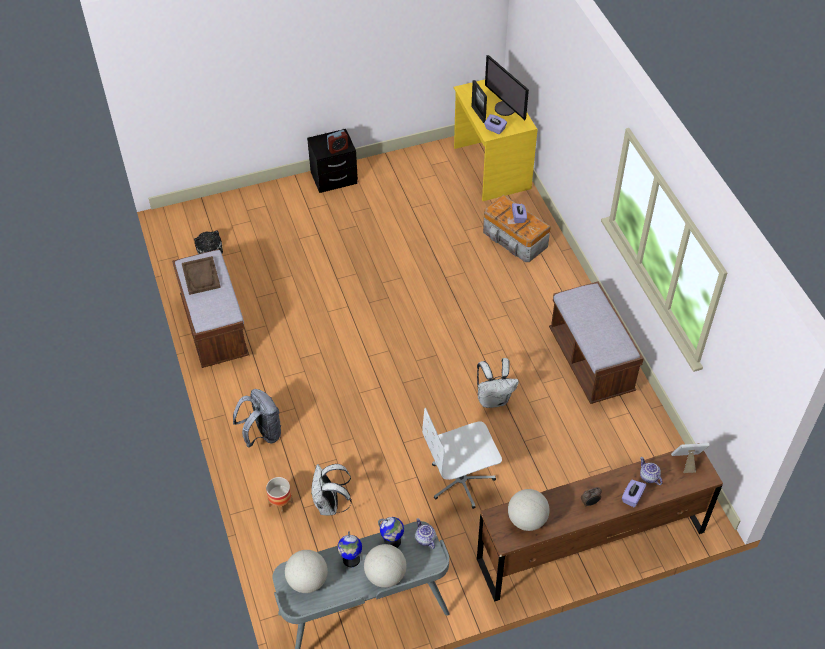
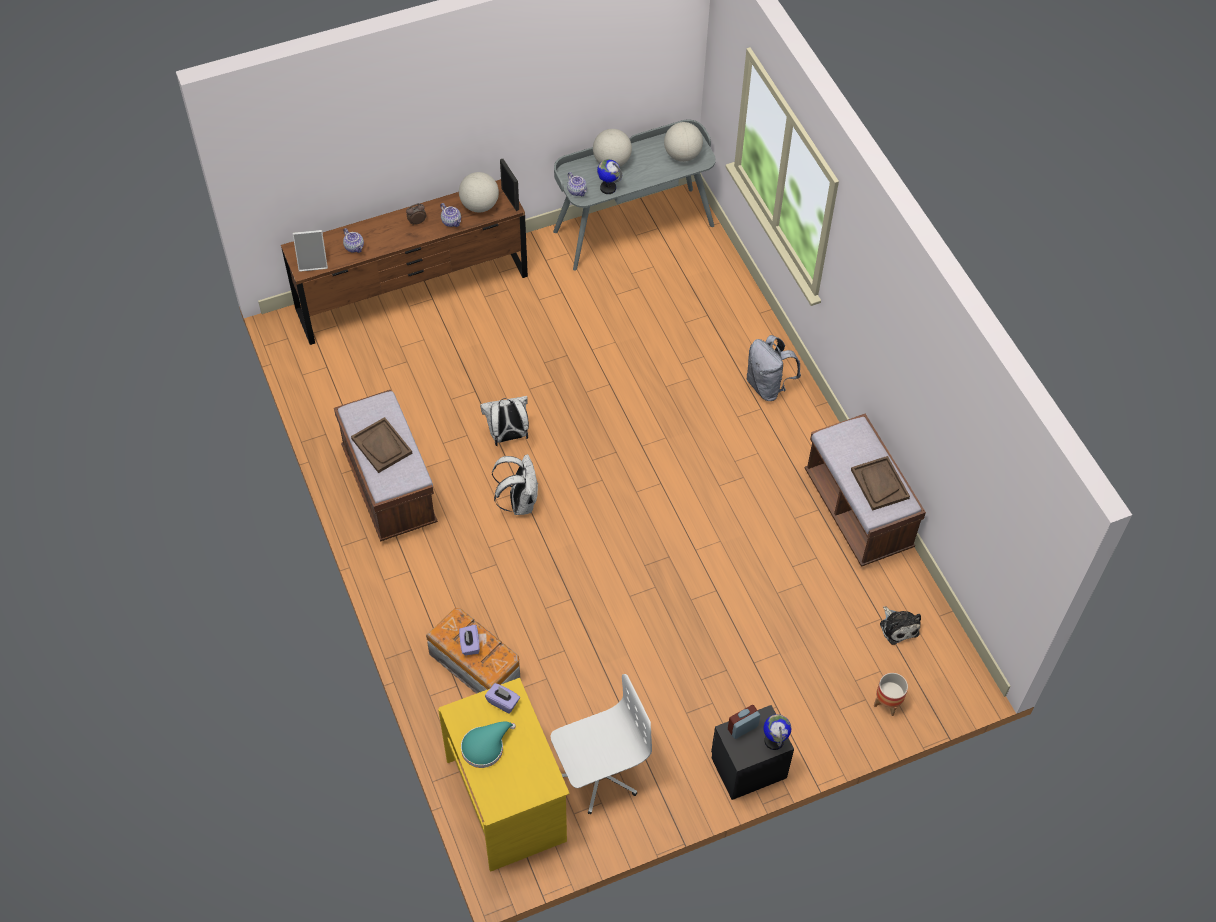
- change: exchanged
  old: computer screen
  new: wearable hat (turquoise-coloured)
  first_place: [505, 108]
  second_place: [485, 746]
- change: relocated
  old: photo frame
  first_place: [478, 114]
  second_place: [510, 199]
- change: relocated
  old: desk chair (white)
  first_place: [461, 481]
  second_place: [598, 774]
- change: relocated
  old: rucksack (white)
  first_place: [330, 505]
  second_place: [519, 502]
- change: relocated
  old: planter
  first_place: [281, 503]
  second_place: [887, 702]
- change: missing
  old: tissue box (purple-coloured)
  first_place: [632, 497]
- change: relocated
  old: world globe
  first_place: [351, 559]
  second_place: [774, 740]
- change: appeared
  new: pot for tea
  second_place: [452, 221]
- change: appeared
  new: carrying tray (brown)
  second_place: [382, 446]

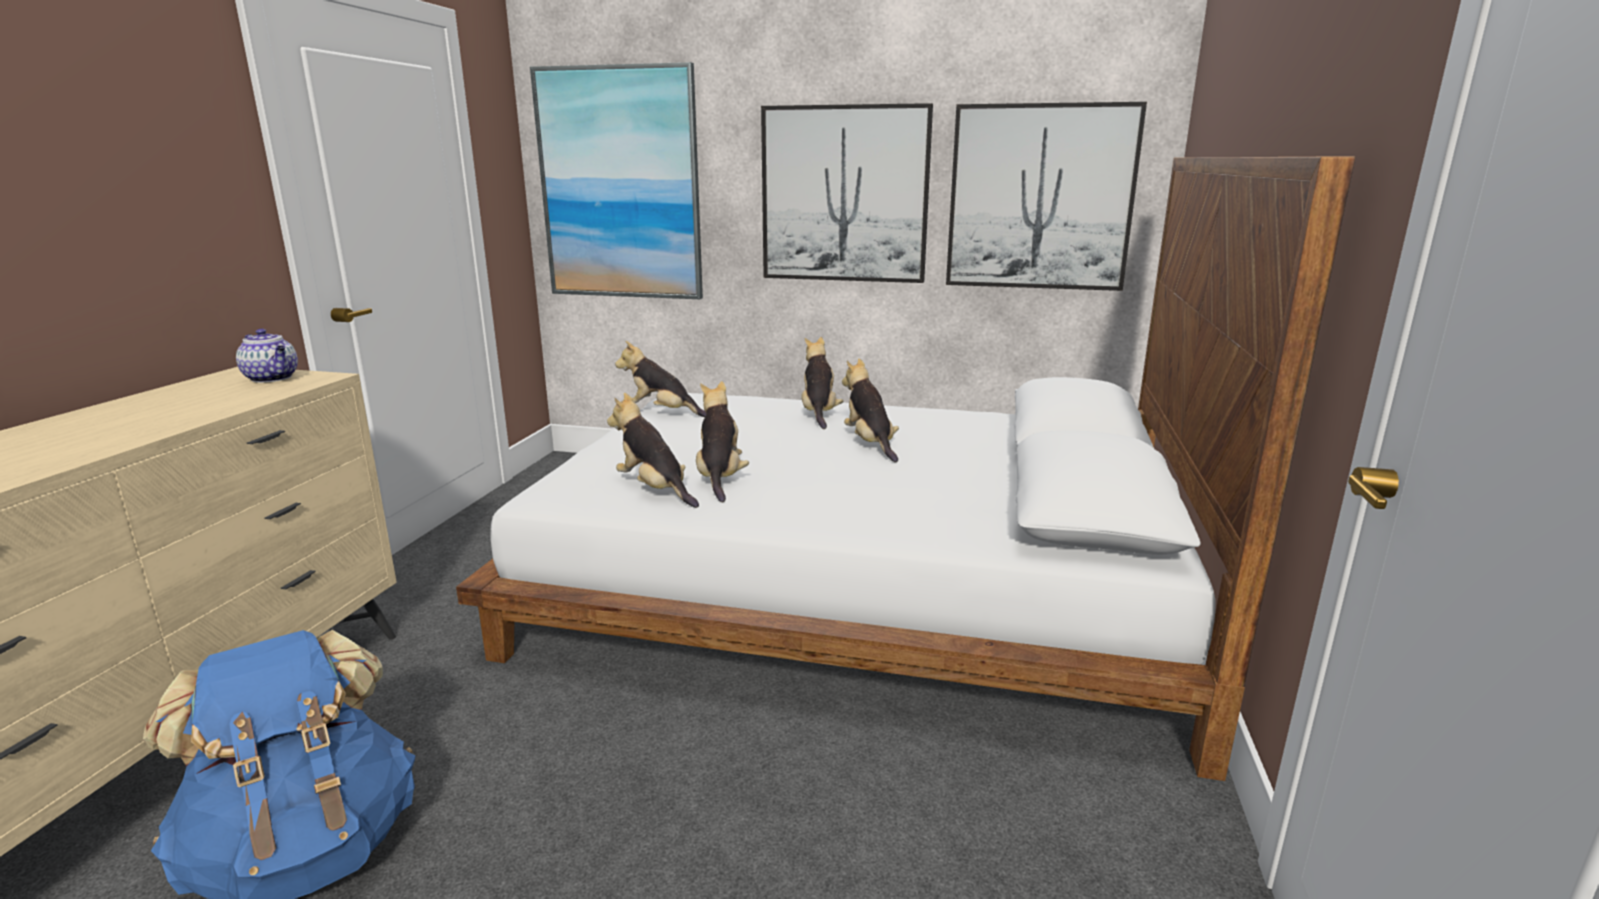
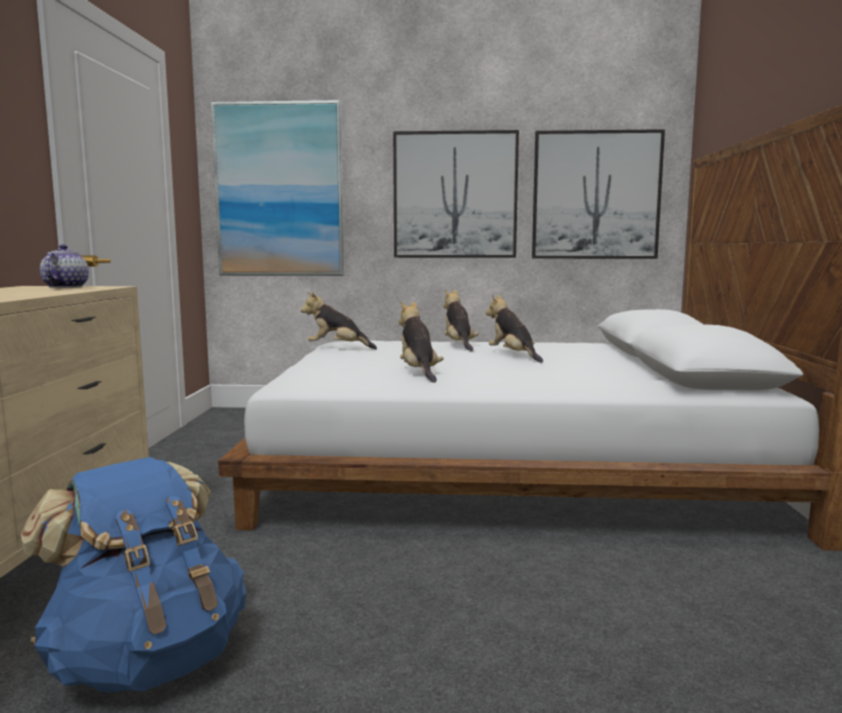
- change: spun
  old: pot for tea
  first_place: [272, 378]
  second_place: [66, 287]
  degrees: -120
- change: missing
  old: plush toy
  first_place: [654, 490]

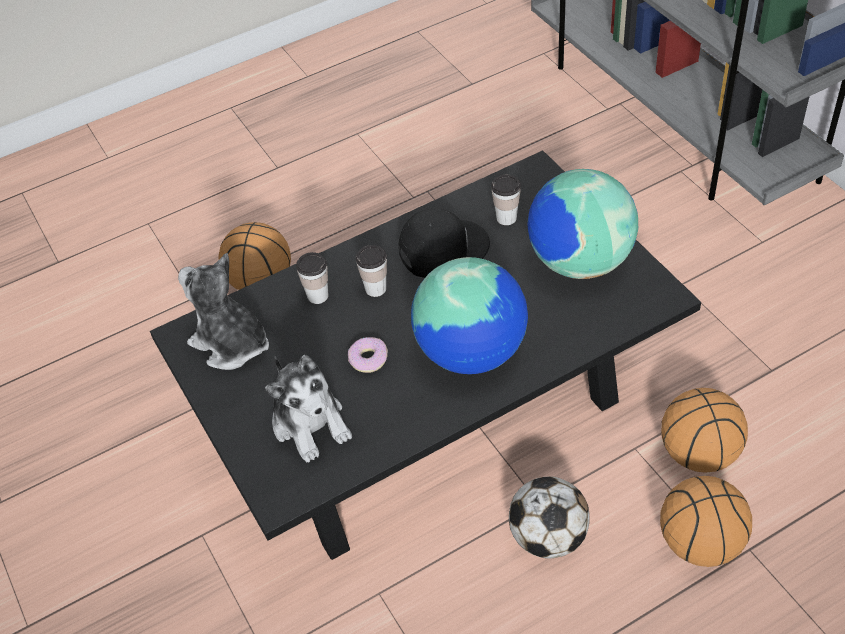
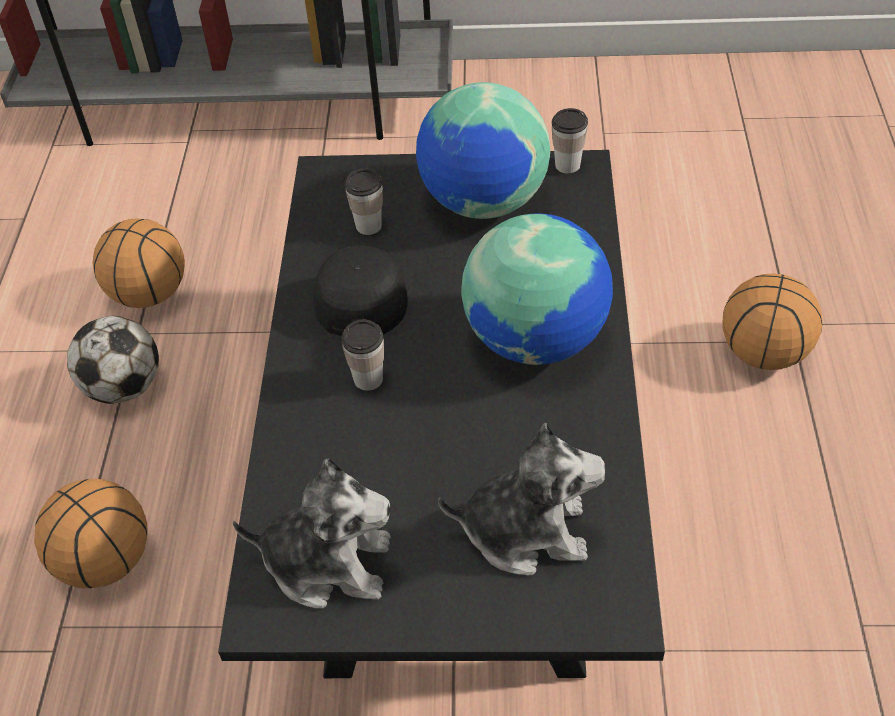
- change: relocated
  old: small cup
  first_place: [318, 296]
  second_place: [567, 165]
- change: spun
  old: plush toy
  first_place: [231, 344]
  second_place: [328, 563]
  degrees: -150
- change: missing
  old: doughnut
  first_place: [368, 359]
- change: relocated
  old: basketball ball
  first_place: [699, 452]
  second_place: [149, 293]
- change: relocated
  old: football ball
  first_place: [548, 537]
  second_place: [124, 387]

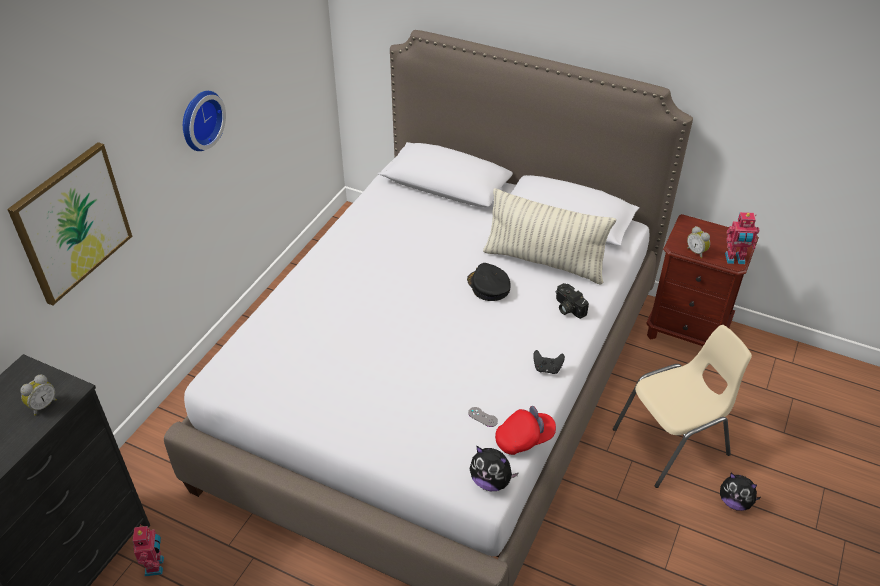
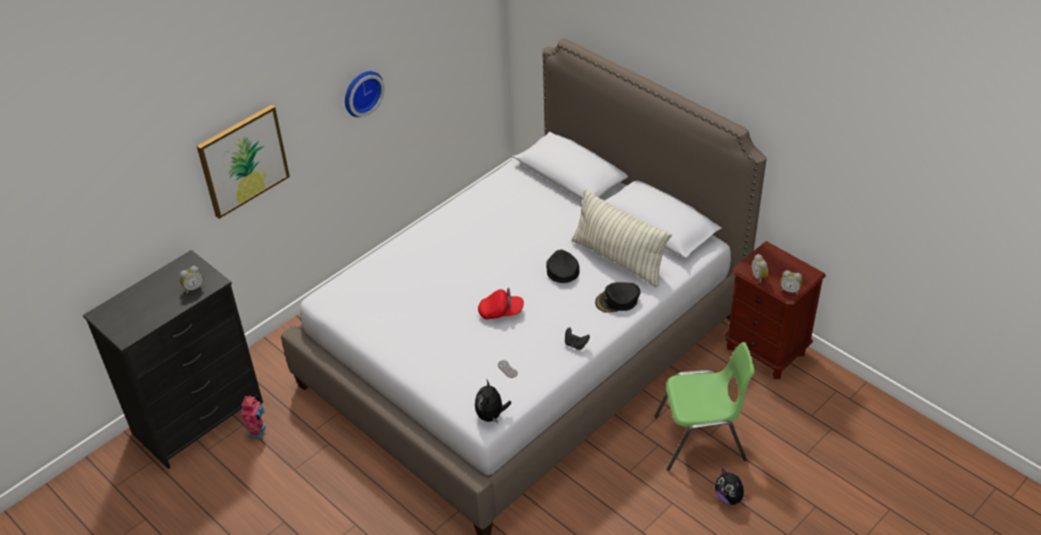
- change: exchanged
  old: model robot
  new: alarm clock
  first_place: [735, 259]
  second_place: [790, 290]
- change: exchanged
  old: photo camera
  new: peaked cap (black-coloured)
  first_place: [567, 308]
  second_place: [617, 301]
- change: colour
  old: upright chair (beige-coloured)
  new: upright chair (green)
  first_place: [673, 443]
  second_place: [701, 439]
- change: relocated
  old: peaked cap (reddish)
  first_place: [524, 439]
  second_place: [501, 312]
- change: spun
  old: plush toy
  first_place: [491, 481]
  second_place: [491, 415]
  degrees: 45

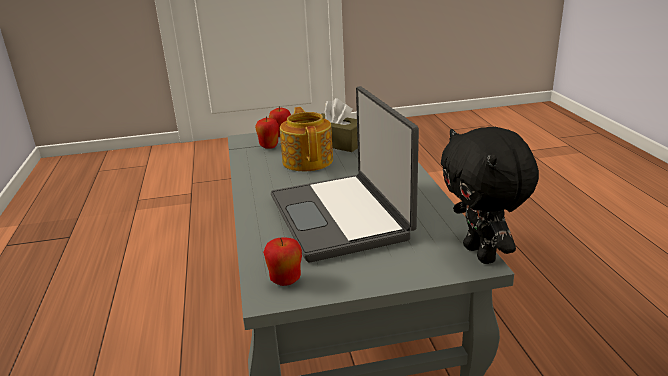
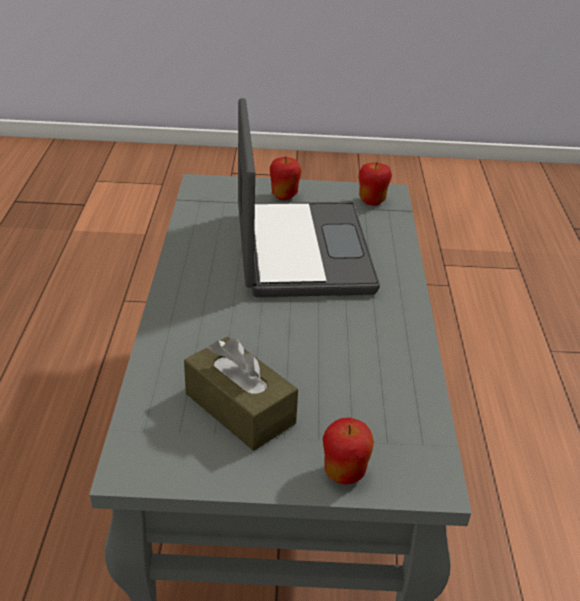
- change: missing
  old: pot for tea
  first_place: [308, 160]
- change: relocated
  old: whole apple
  first_place: [269, 146]
  second_place: [284, 196]
- change: missing
  old: plush toy (black-coloured)
  first_place: [482, 254]

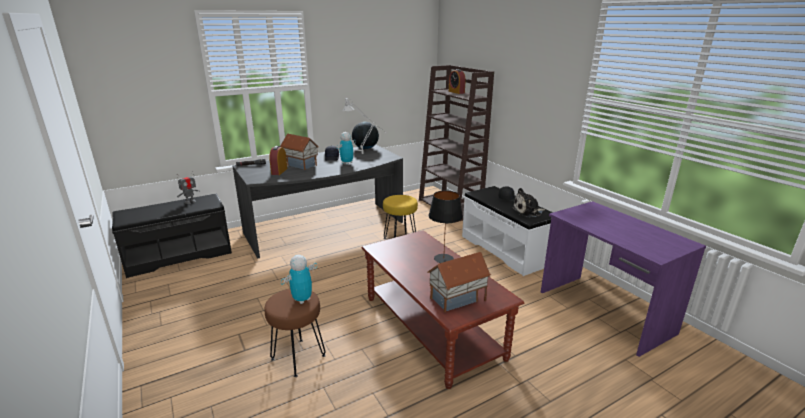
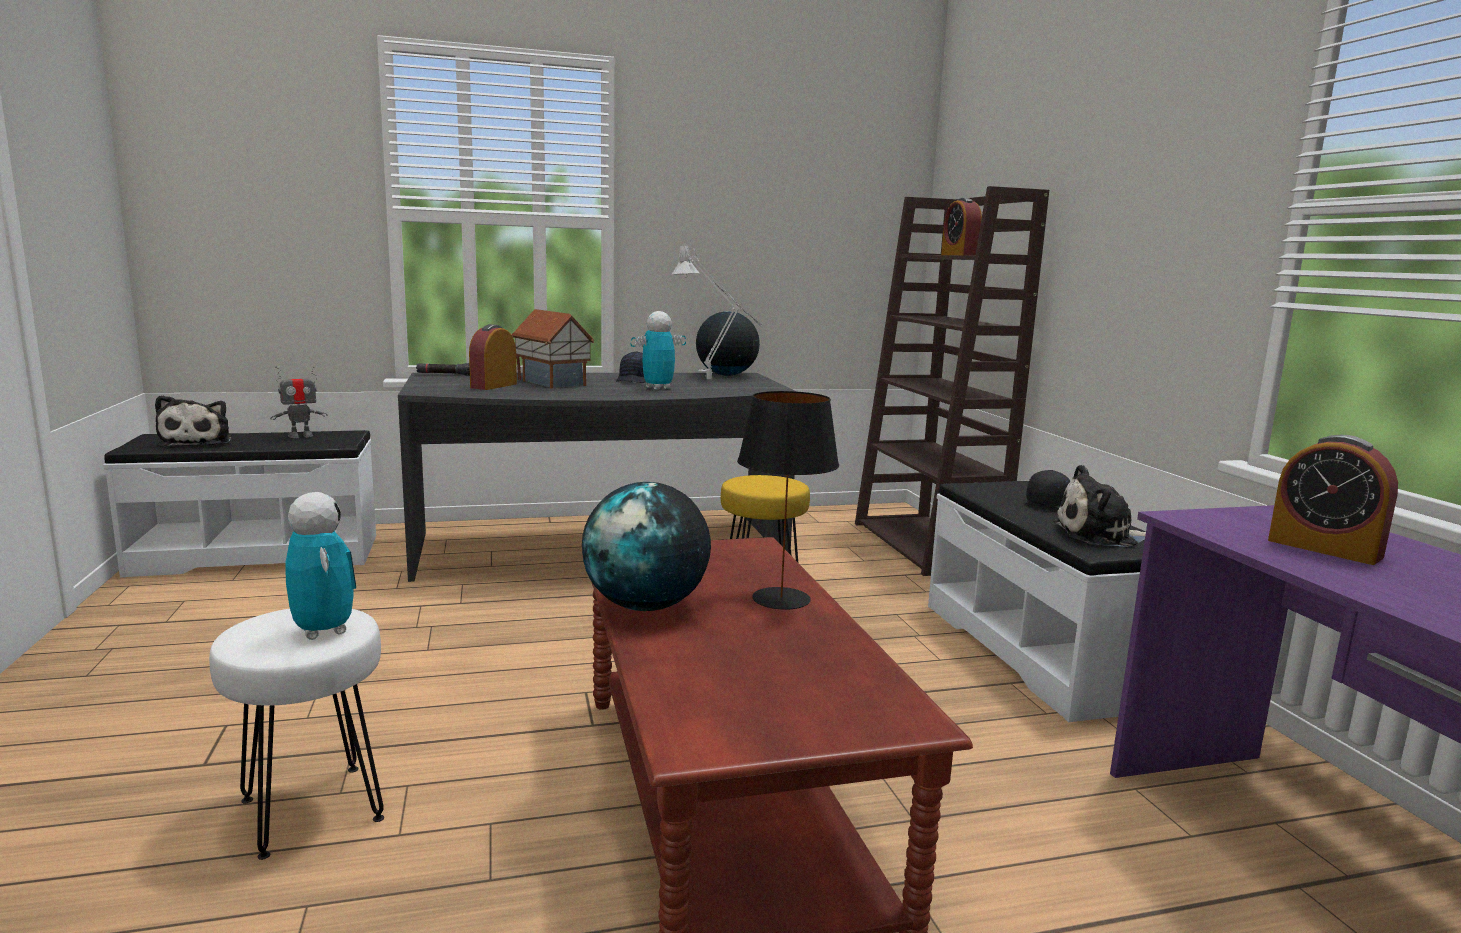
- change: colour
  old: long seat (black-coloured)
  new: long seat (white)
  first_place: [179, 255]
  second_place: [258, 554]
- change: missing
  old: model house
  first_place: [458, 299]
- change: spun
  old: model robot
  first_place: [302, 299]
  second_place: [324, 631]
  degrees: 90
- change: colour
  old: stool seat (brown)
  new: stool seat (white)
  first_place: [298, 358]
  second_place: [310, 810]
- change: appeared
  new: plush toy
  second_place: [198, 442]
- change: appeared
  new: alarm clock
  second_place: [1324, 548]
- change: appeared
  new: world globe
  second_place: [646, 606]

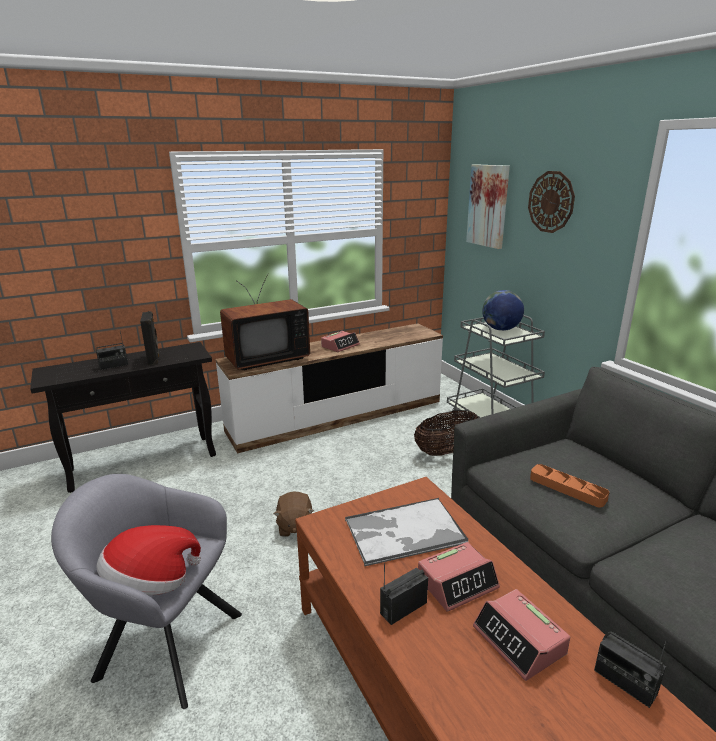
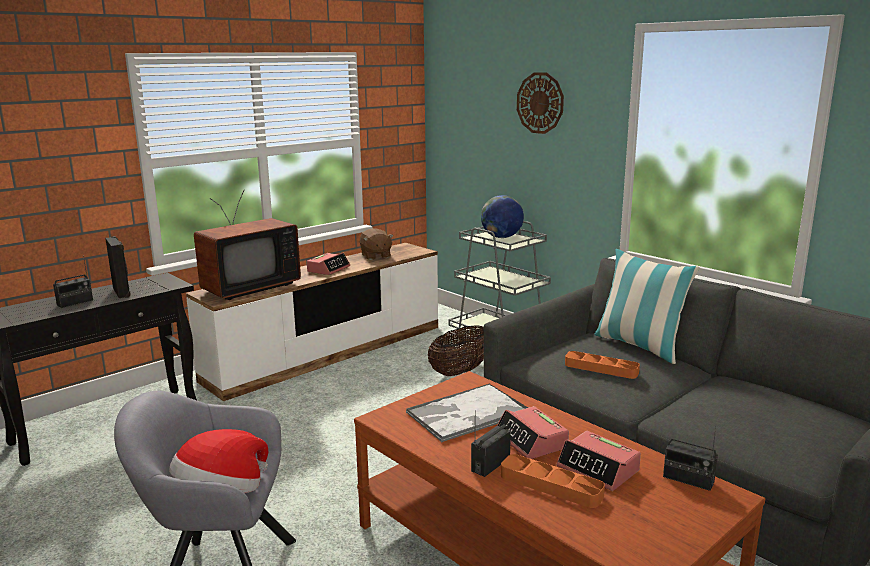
- change: missing
  old: picture
  first_place: [488, 206]
- change: relocated
  old: plush toy (brown)
  first_place: [294, 526]
  second_place: [375, 256]
- change: spun
  old: alarm clock
  first_place: [457, 583]
  second_place: [531, 441]
  degrees: 105
- change: appeared
  new: pillow
  second_place: [639, 346]
- change: appeared
  new: carrying tray (orange-coloured)
  second_place: [551, 485]

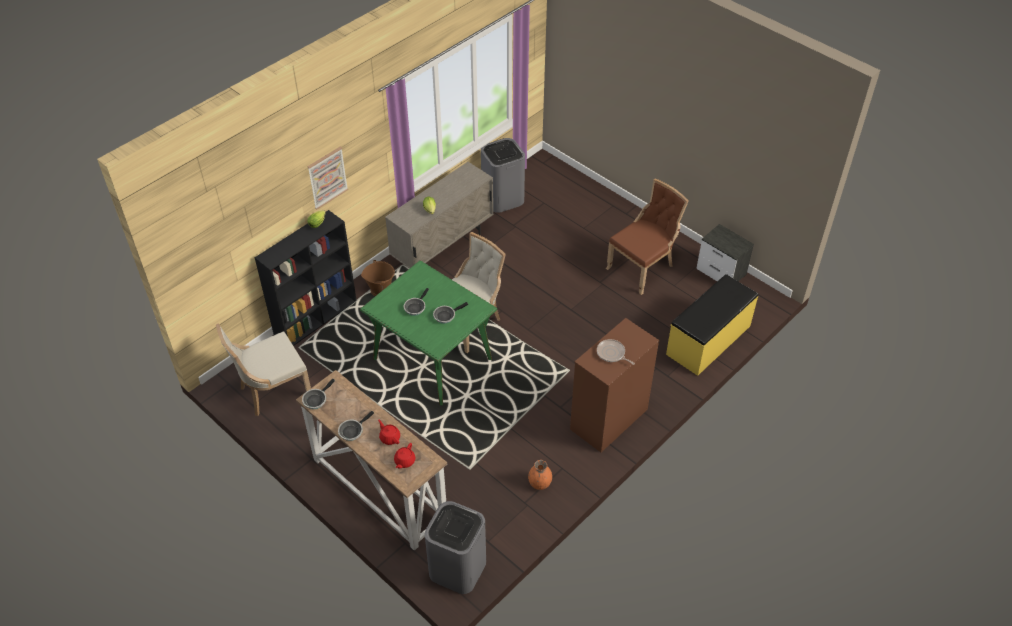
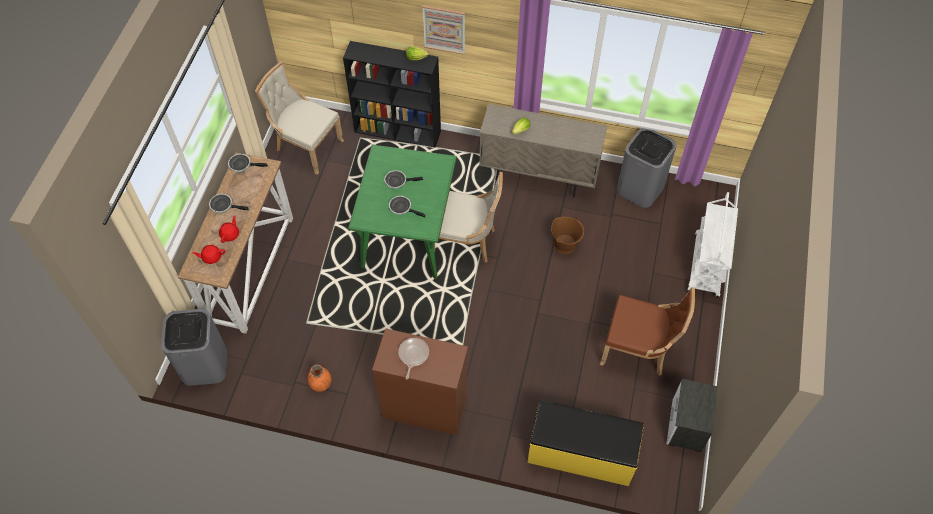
- change: relocated
  old: pail (brown)
  first_place: [380, 289]
  second_place: [565, 244]
- change: appeared
  new: cart (white)
  second_place: [706, 266]

